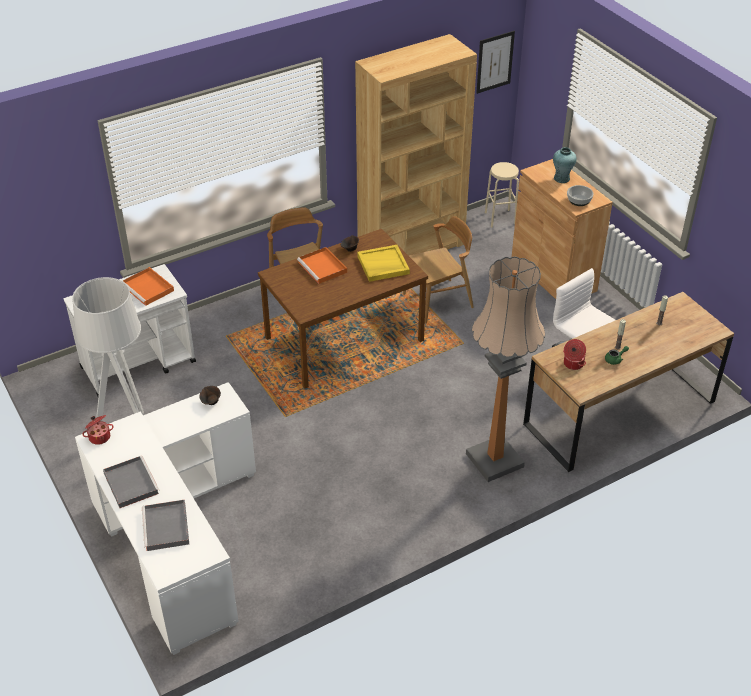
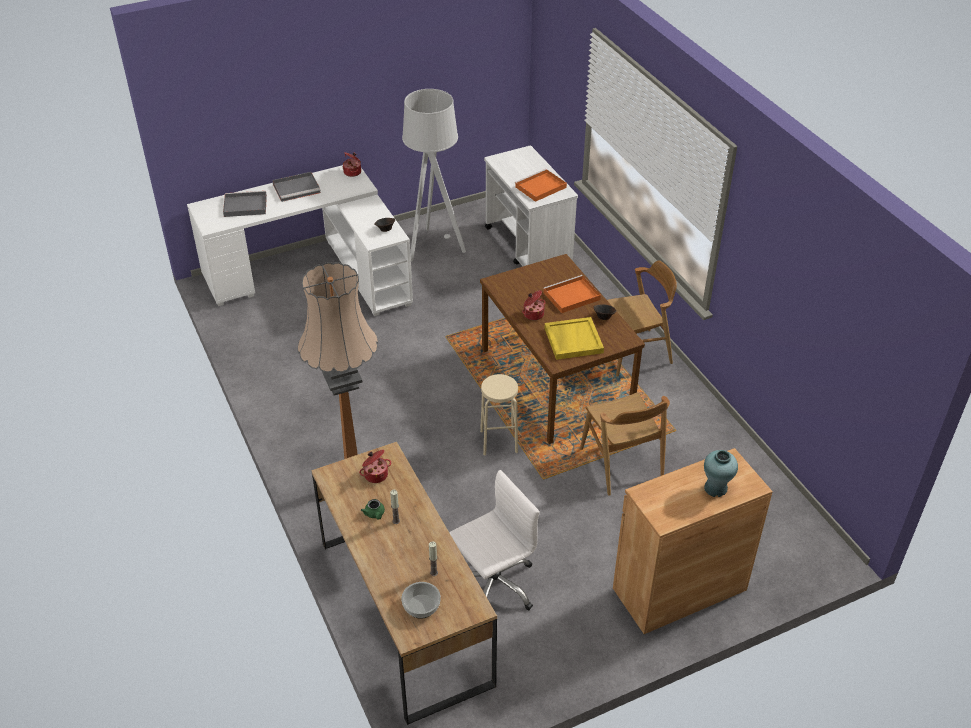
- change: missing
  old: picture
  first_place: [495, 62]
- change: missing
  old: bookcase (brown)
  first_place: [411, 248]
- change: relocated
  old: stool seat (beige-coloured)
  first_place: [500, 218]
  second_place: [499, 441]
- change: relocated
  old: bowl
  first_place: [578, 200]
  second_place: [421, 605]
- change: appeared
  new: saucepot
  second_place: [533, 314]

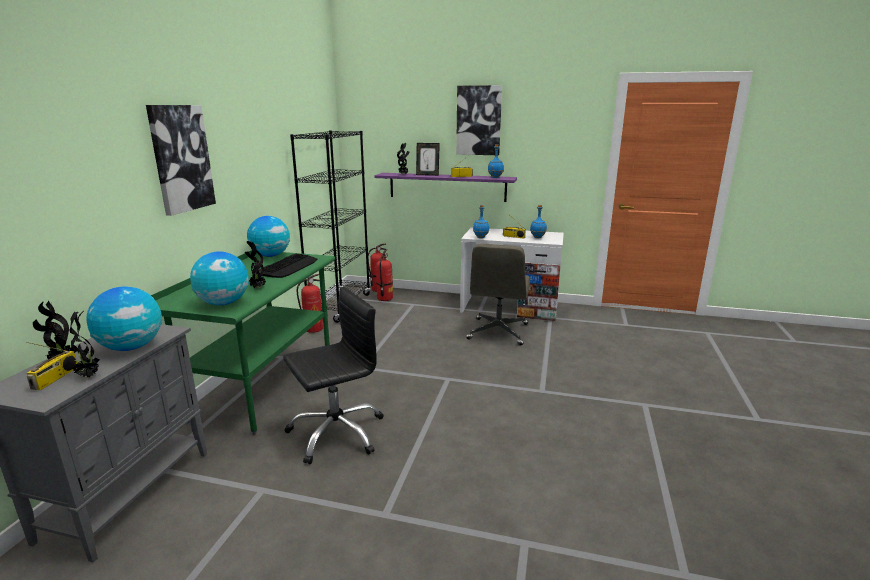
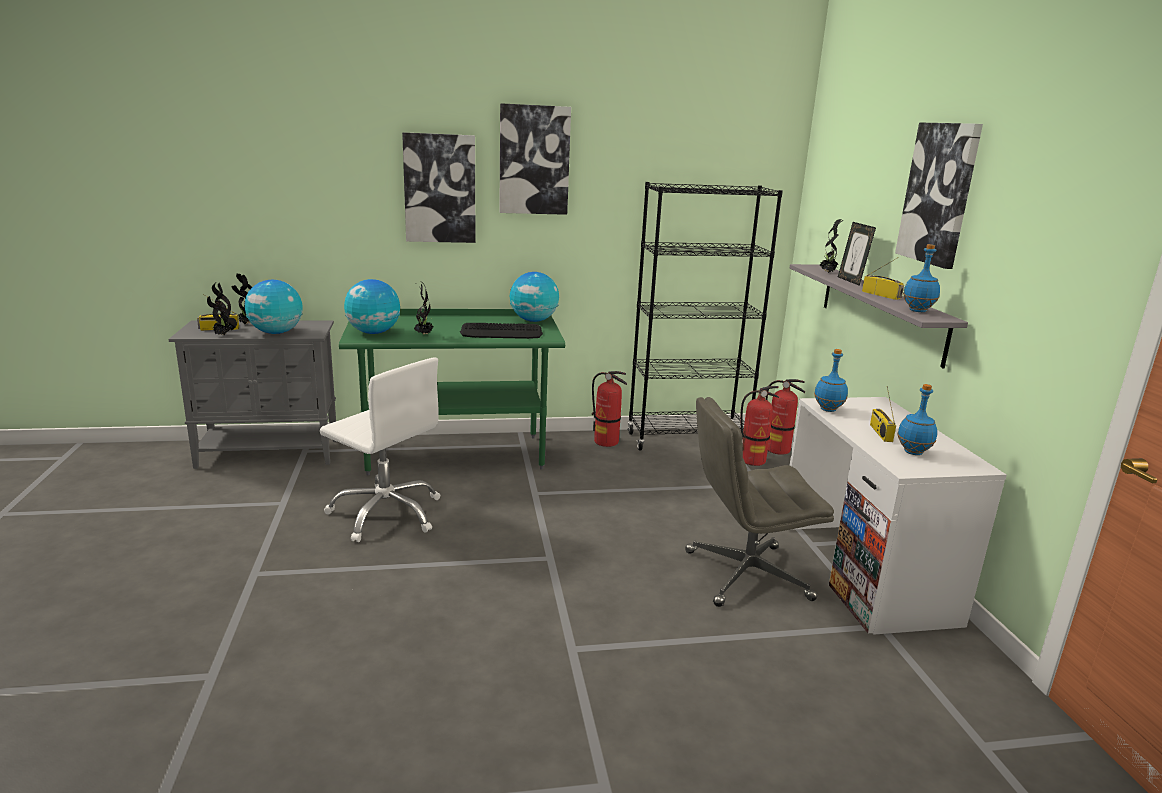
- change: colour
  old: bracket shelf (purple-coloured)
  new: bracket shelf (gray)
  first_place: [447, 187]
  second_place: [880, 311]
- change: colour
  old: desk chair (black-coloured)
  new: desk chair (white)
  first_place: [336, 432]
  second_place: [386, 513]
- change: appeared
  new: picture
  second_place: [534, 160]

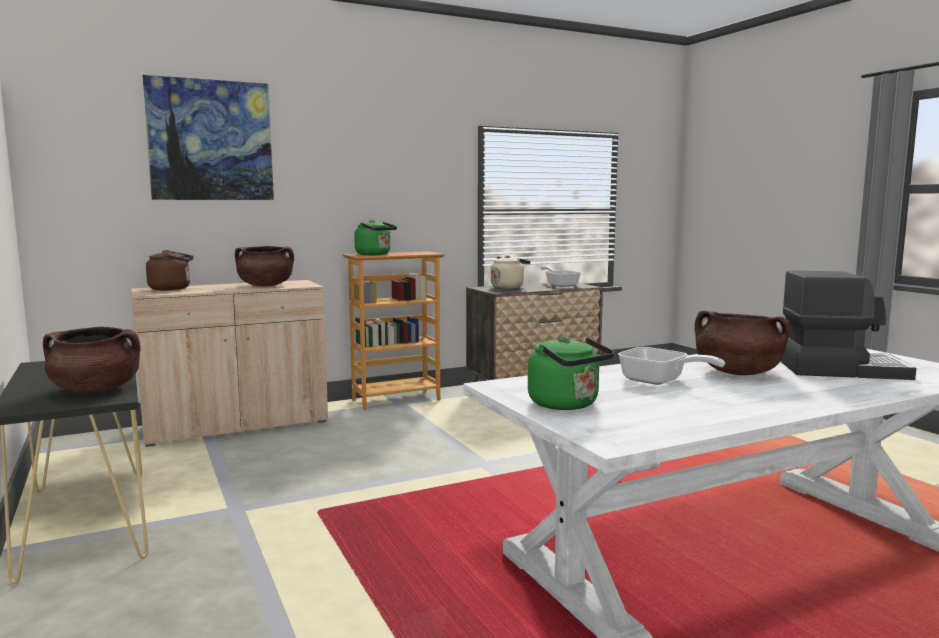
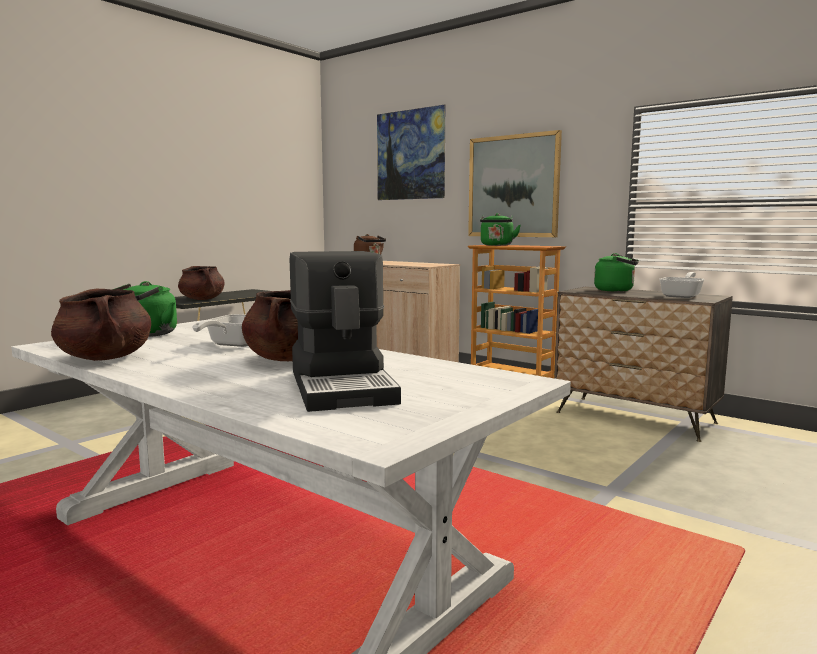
- change: relocated
  old: saucepot (brown)
  first_place: [265, 285]
  second_place: [105, 358]
- change: colour
  old: kettle (beige-coloured)
  new: kettle (green)
  first_place: [508, 287]
  second_place: [616, 290]
- change: appeared
  new: picture
  second_place: [513, 186]

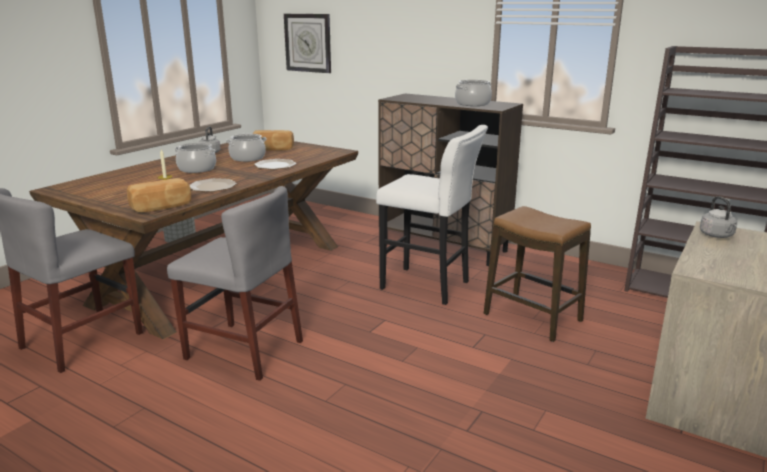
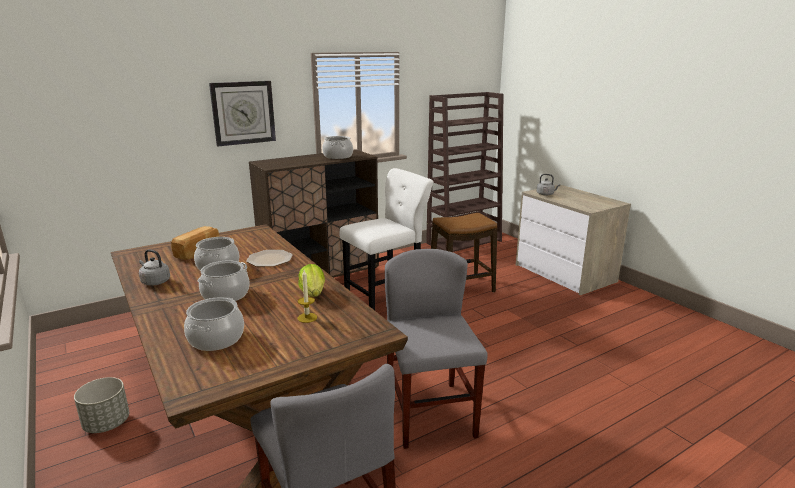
- change: relocated
  old: wall clock
  first_place: [308, 43]
  second_place: [243, 113]
- change: missing
  old: bakery bread
  first_place: [161, 207]
- change: exchanged
  old: flat dish
  new: lettuce head
  first_place: [213, 186]
  second_place: [313, 293]
- change: spun
  old: upright chair (gray)
  first_place: [244, 350]
  second_place: [430, 414]
  degrees: -60
- change: appeared
  new: saucepot
  second_place: [216, 339]

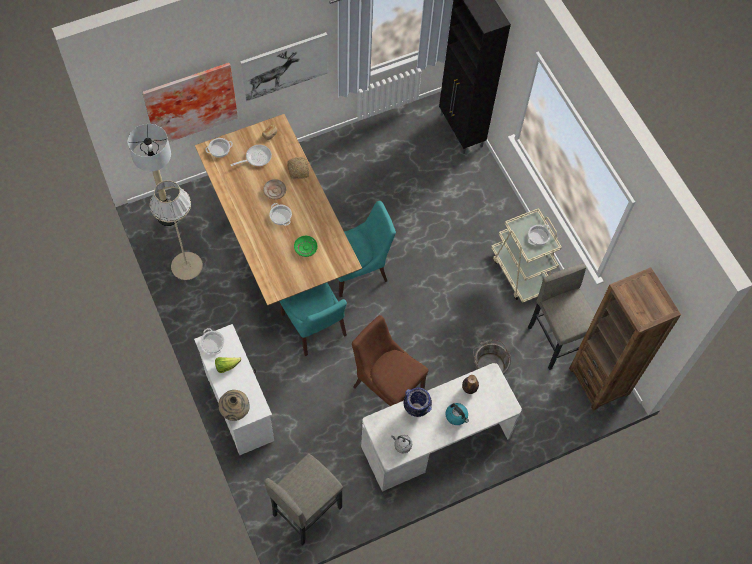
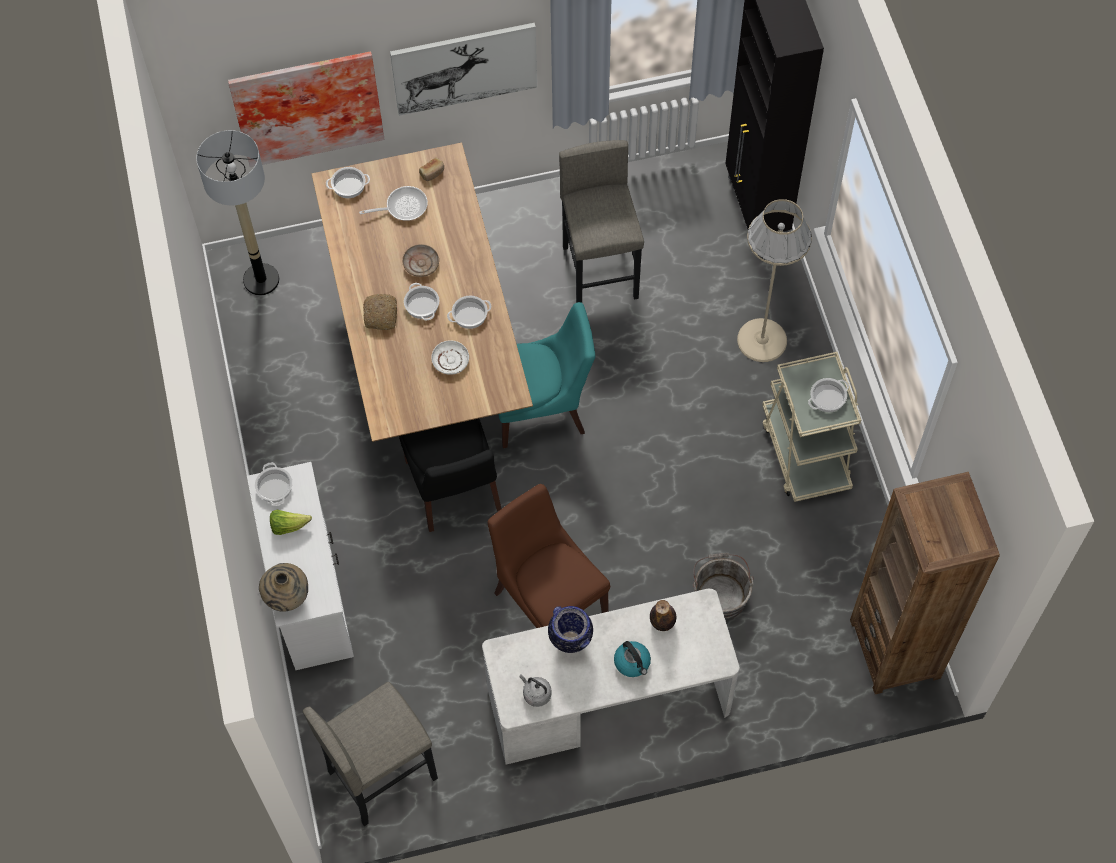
- change: relocated
  old: bakery bread
  first_place: [298, 170]
  second_place: [381, 315]
- change: relocated
  old: standing lamp (beige-coloured)
  first_place: [186, 265]
  second_place: [761, 340]
- change: colour
  old: flat dish (green)
  new: flat dish (white)
  first_place: [305, 248]
  second_place: [450, 360]
- change: relocated
  old: stool seat (gray)
  first_place: [556, 341]
  second_place: [600, 272]
- change: colour
  old: upright chair (turquoise-coloured)
  new: upright chair (black-coloured)
  first_place: [314, 327]
  second_place: [454, 489]
- change: appeared
  new: saucepot
  second_place: [470, 314]

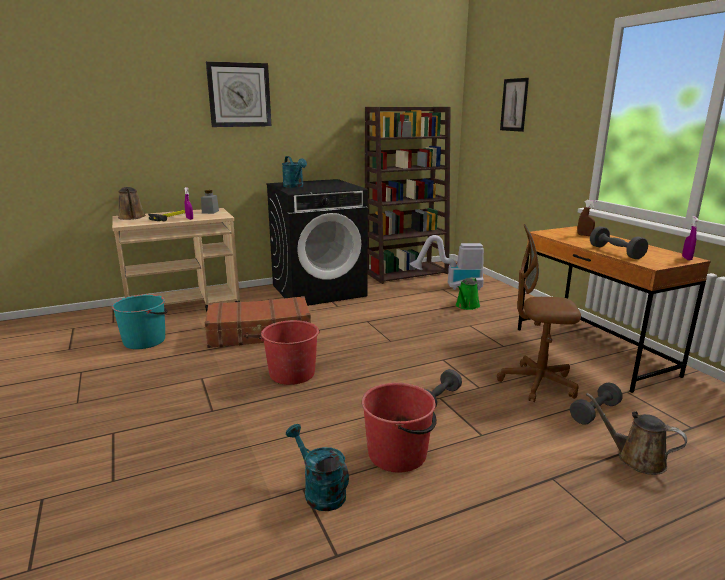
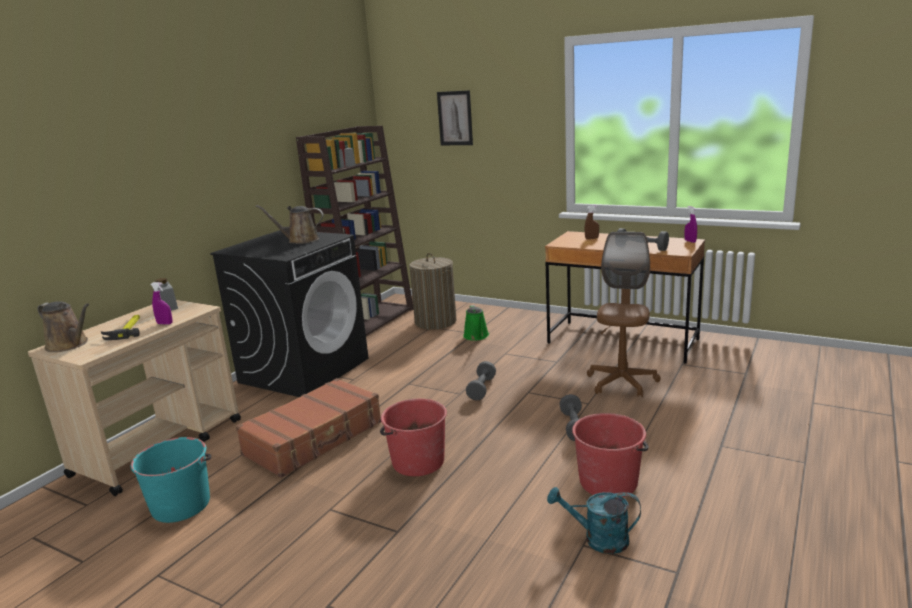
- change: missing
  old: wall clock
  first_place: [239, 95]
- change: missing
  old: watering pot (turquoise-coloured)
  first_place: [295, 186]
- change: spun
  old: desk chair (brown)
  first_place: [537, 383]
  second_place: [622, 382]
  degrees: 135
- change: exchanged
  old: hoover
  new: laundry basket
  first_place: [452, 287]
  second_place: [435, 322]
- change: relocated
  old: hand weight (gray)
  first_place: [594, 413]
  second_place: [481, 389]
- change: relocated
  old: watering pot (brown)
  first_place: [636, 458]
  second_place: [300, 240]

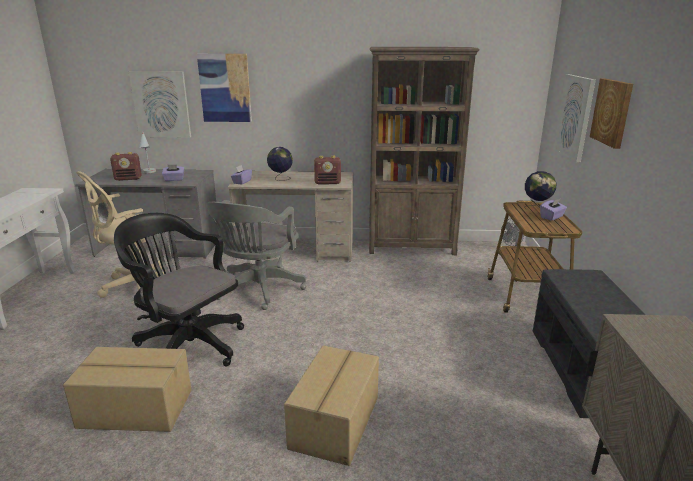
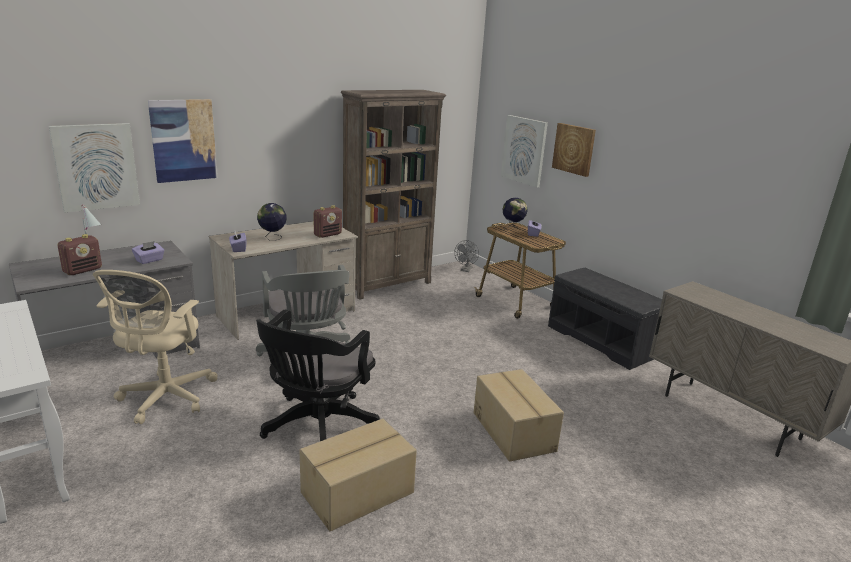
- change: spun
  old: desk chair (black-coloured)
  first_place: [187, 344]
  second_place: [316, 428]
  degrees: -60

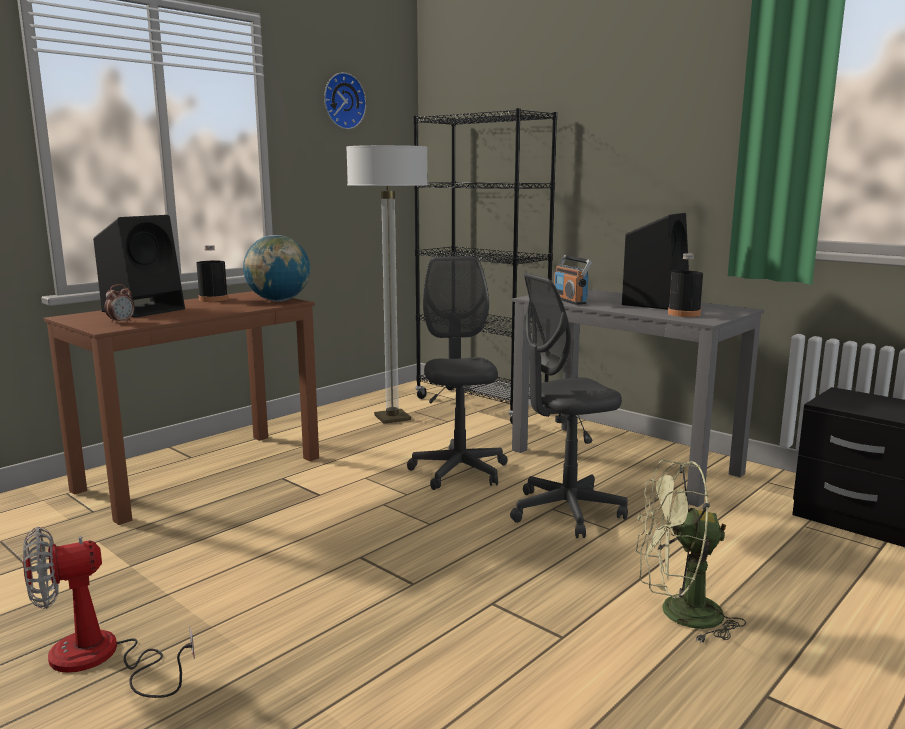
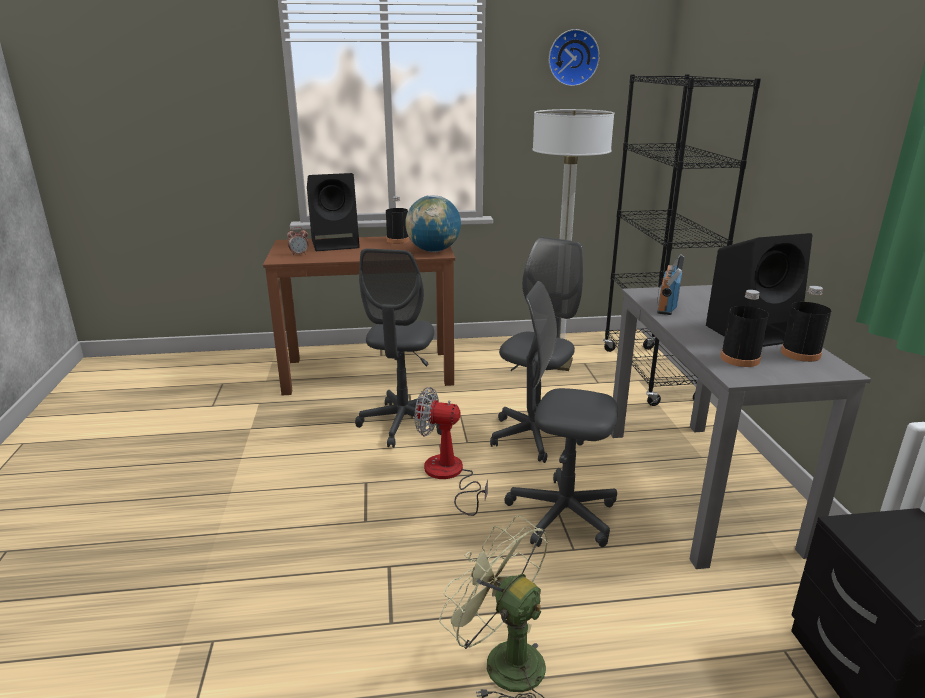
- change: relocated
  old: electric fan
  first_place: [100, 659]
  second_place: [449, 476]
- change: appeared
  new: desk chair (gray)
  second_place: [403, 423]
- change: appeared
  new: drink bottle (black-coloured)
  second_place: [800, 353]

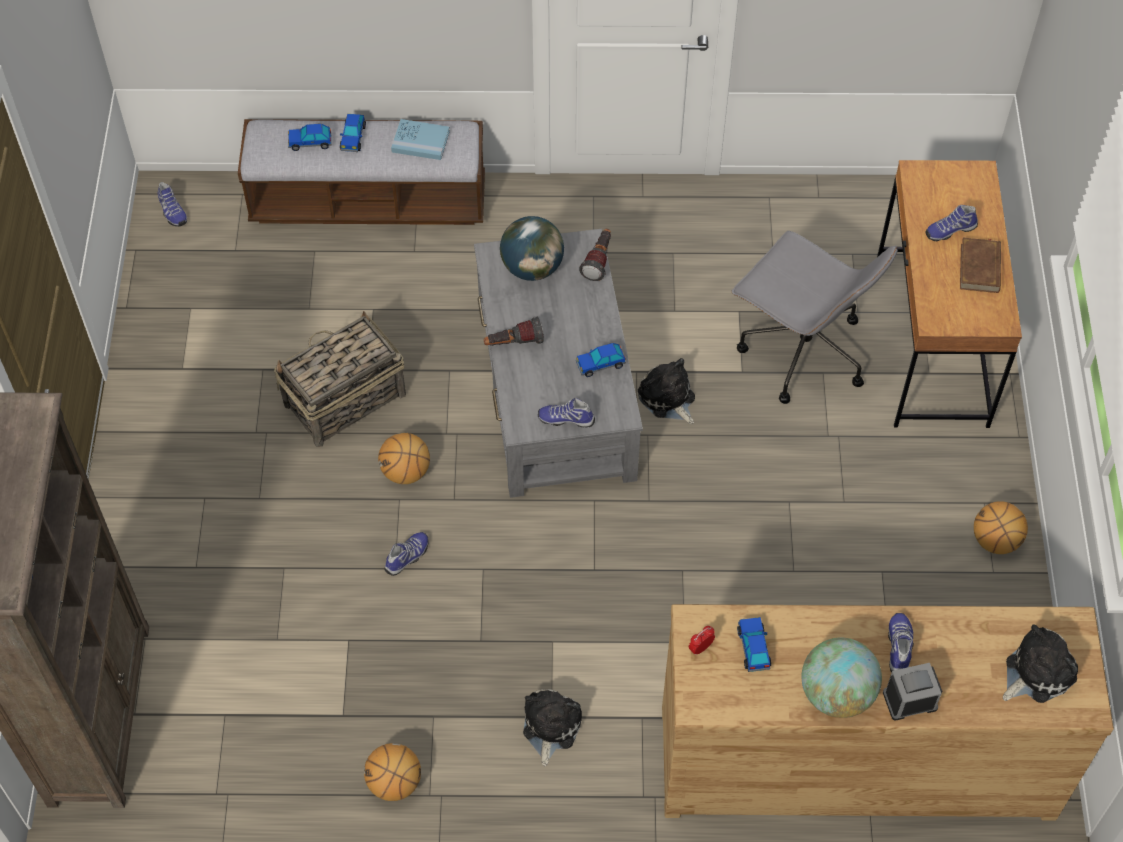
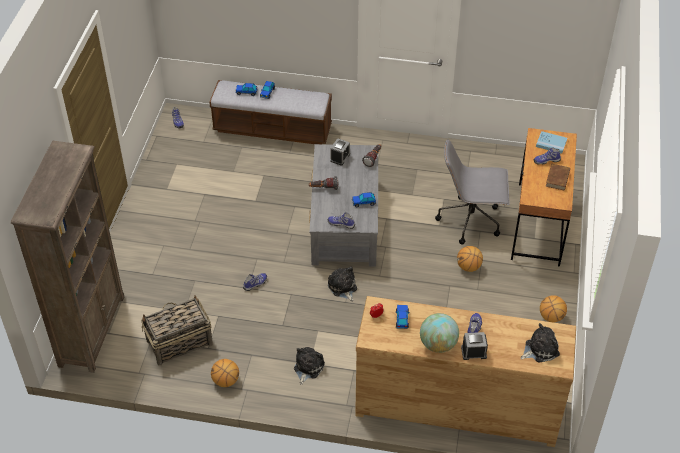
- change: relocated
  old: volume (bluish)
  first_place: [420, 141]
  second_place: [551, 143]
- change: exchanged
  old: world globe
  new: alarm clock
  first_place: [531, 267]
  second_place: [340, 157]
- change: spun
  old: desk chair (gray)
  first_place: [801, 351]
  second_place: [471, 220]
  degrees: 135
- change: relocated
  old: household basket
  first_place: [343, 400]
  second_place: [179, 343]
- change: relocated
  old: plush toy
  first_place: [668, 398]
  second_place: [343, 287]
- change: relocated
  old: basketball ball
  first_place: [406, 472]
  second_place: [468, 267]

